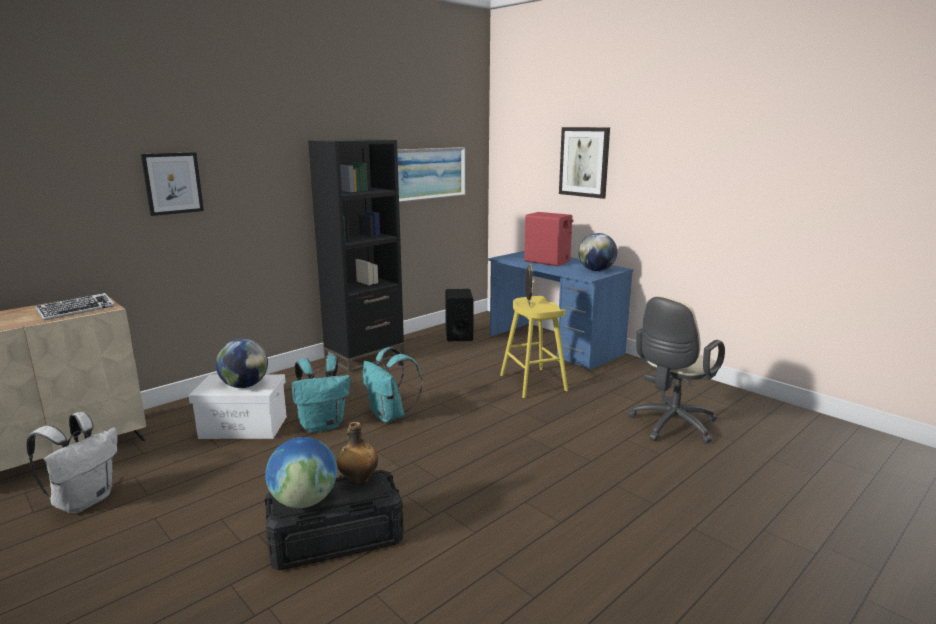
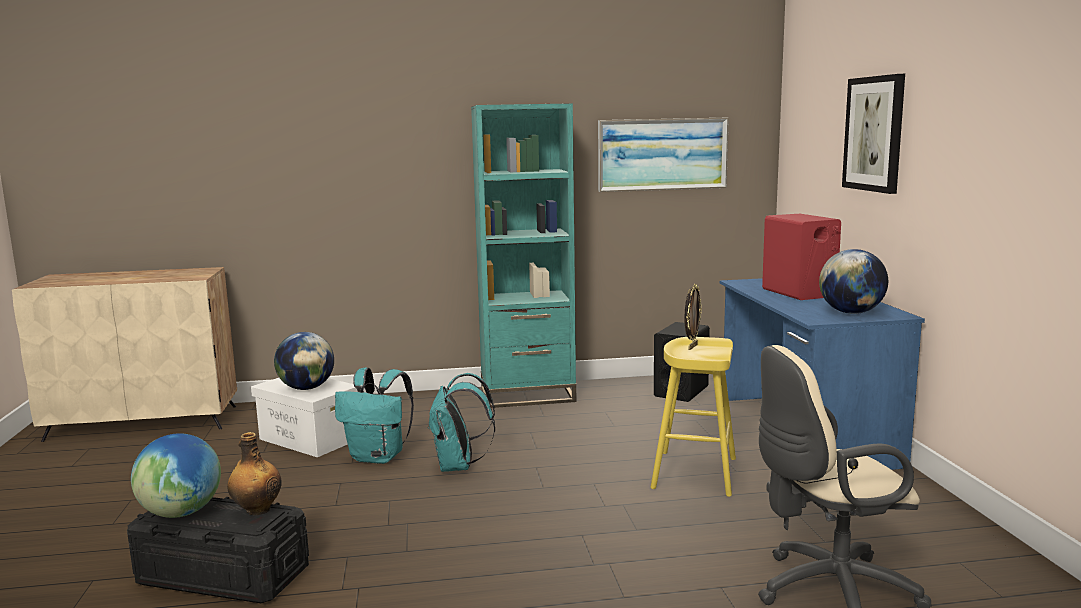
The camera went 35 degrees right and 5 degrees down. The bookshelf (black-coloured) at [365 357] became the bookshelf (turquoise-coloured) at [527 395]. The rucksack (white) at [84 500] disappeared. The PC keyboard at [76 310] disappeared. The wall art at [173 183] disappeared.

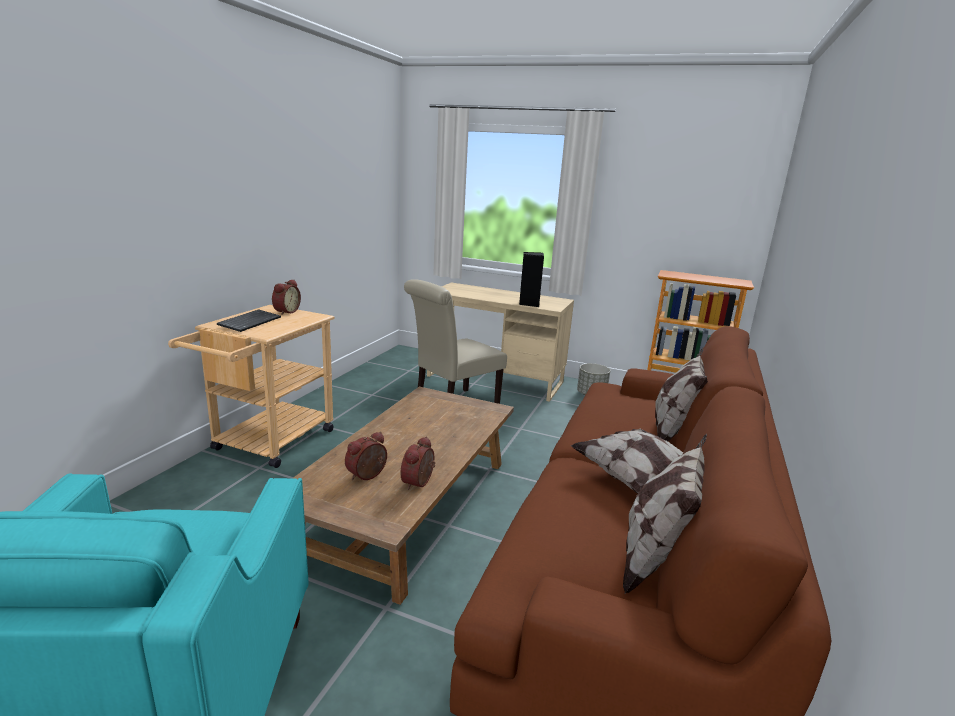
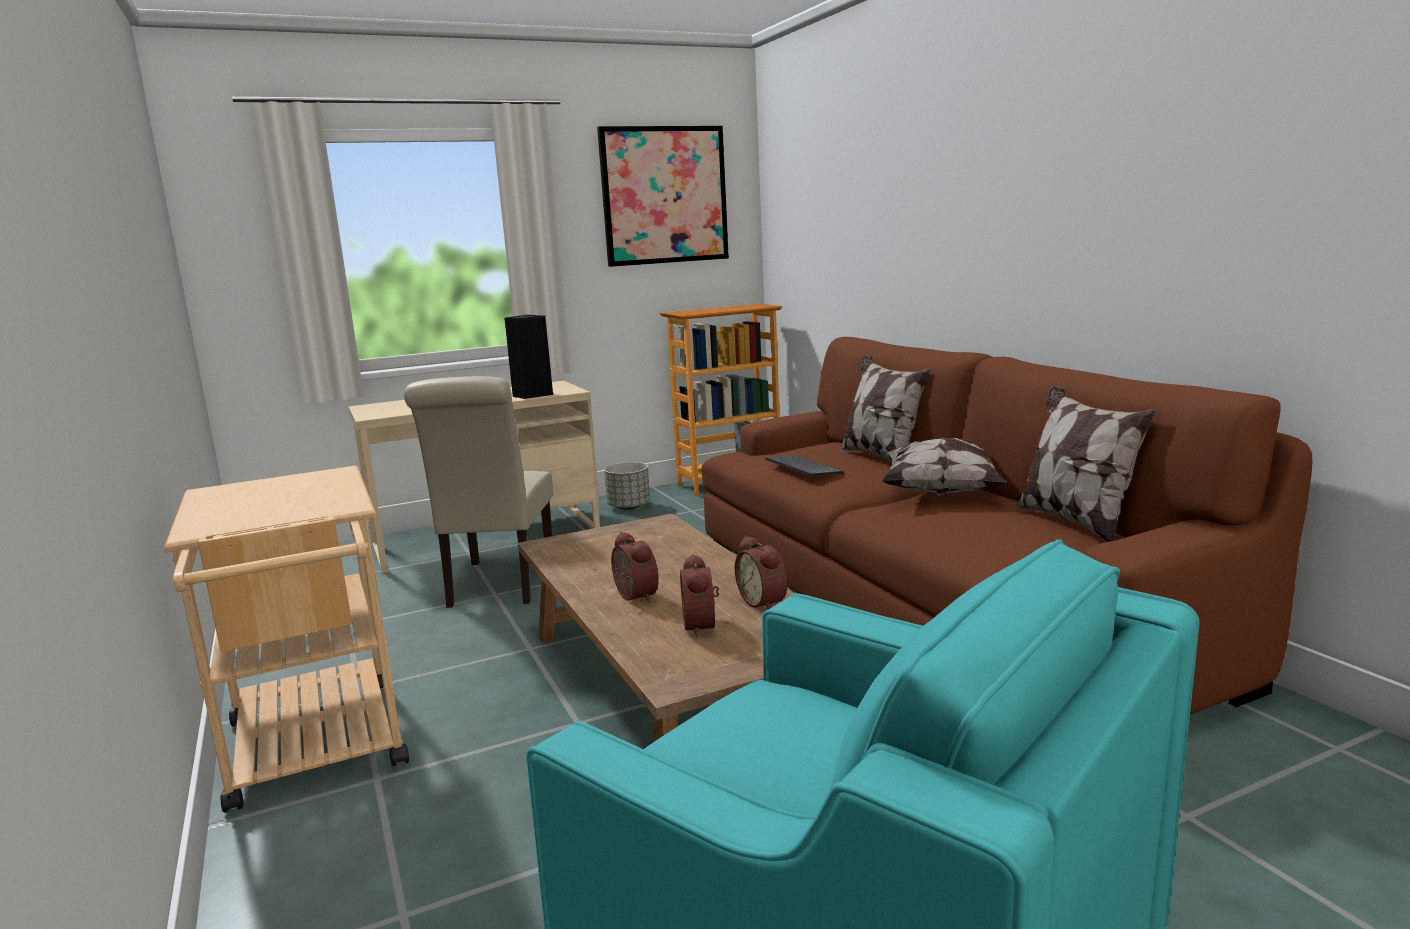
The camera went 45 degrees left and 5 degrees down. The wall art at [664 195] appeared. The bedside clock moved from [285 312] to [633 597]. The PC keyboard moved from [249 322] to [801 468].

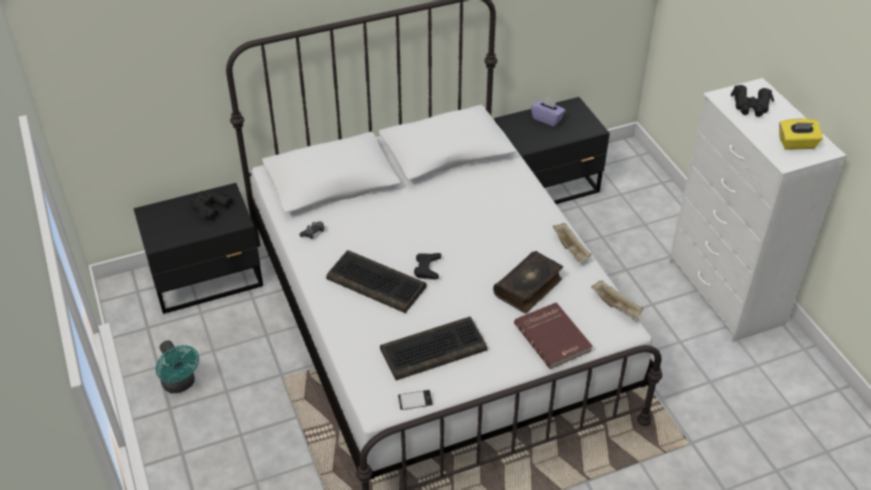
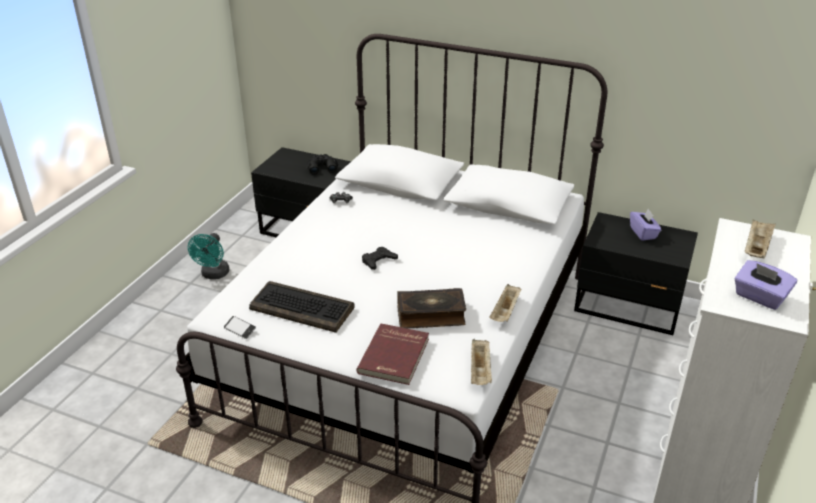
The camera went 45 degrees right and 10 degrees down. The box of tissues (yellowish) at [797 144] became the box of tissues (purple) at [759 297]. The field glasses (black-coloured) at [751 106] was replaced by the serving tray (beige-coloured) at [756 248]. The PC keyboard at [377 283] disappeared.

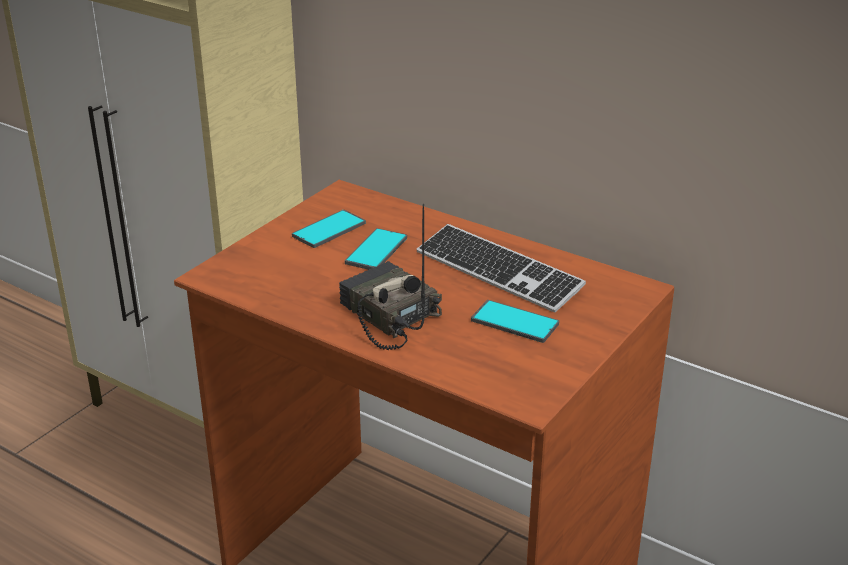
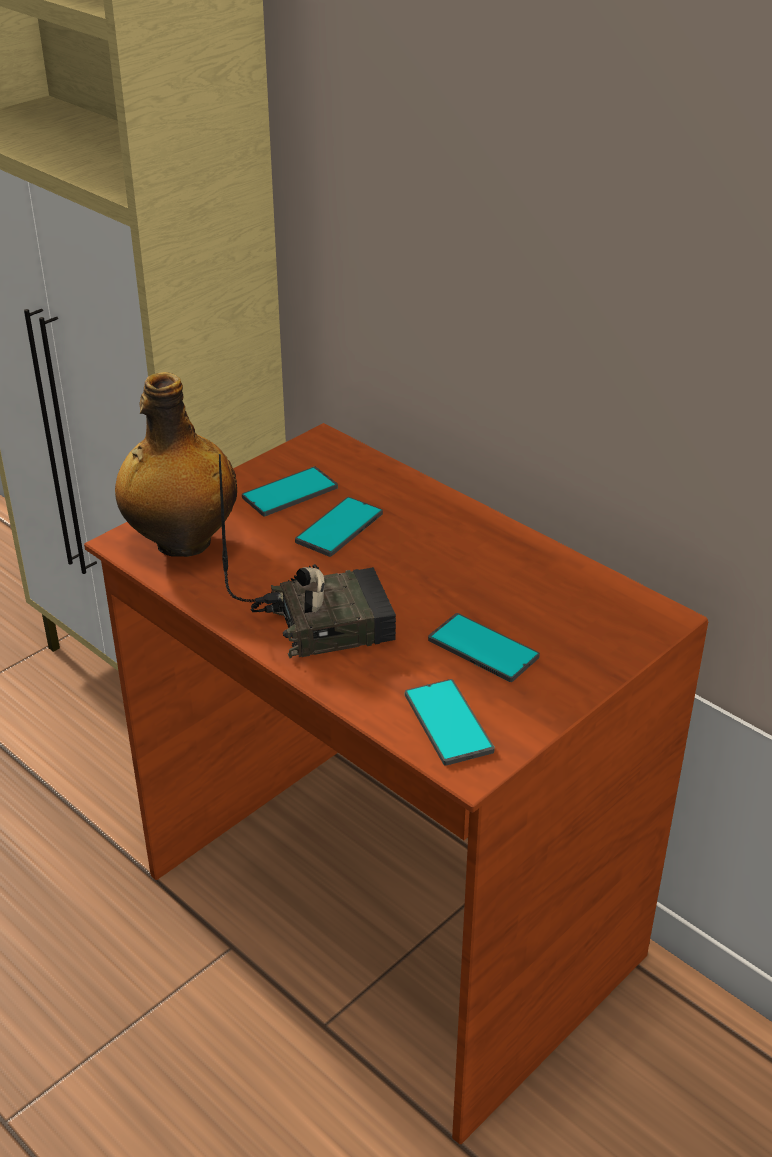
The camera went 10 degrees right and 5 degrees up. The drink bottle at [181 543] appeared. The radio receiver at [387 316] turned 105 degrees clockwise. The telephone at [448 723] appeared. The PC keyboard at [498 271] disappeared.

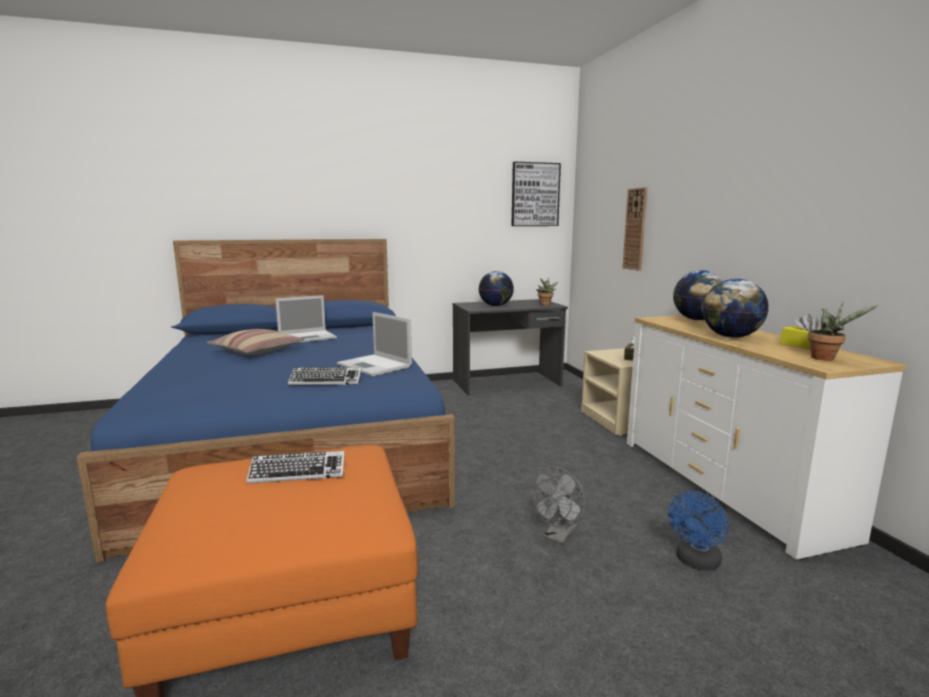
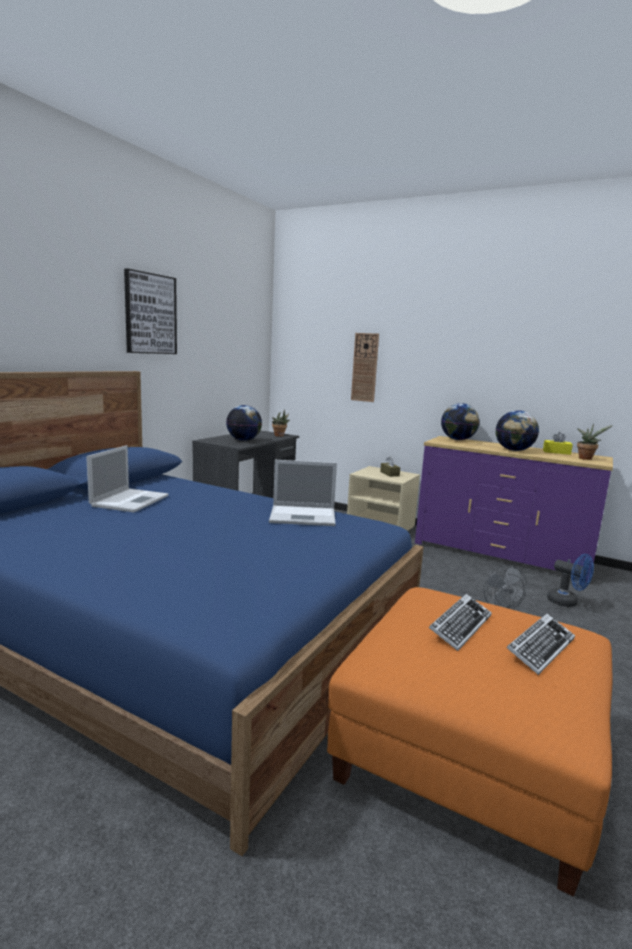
The camera went 45 degrees left and 0 degrees up. The wall art moved from [535 194] to [150 314]. The dresser (white) at [725 485] became the dresser (purple) at [500 553]. The PC keyboard moved from [326 381] to [540 648]. The electric fan (blue-coloured) at [696 562] turned 45 degrees counterclockwise. The cushion at [257 351] disappeared.

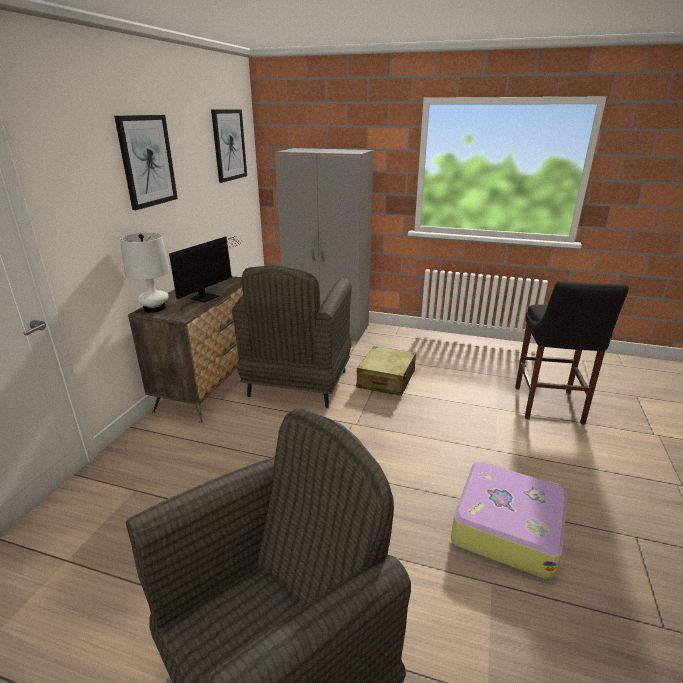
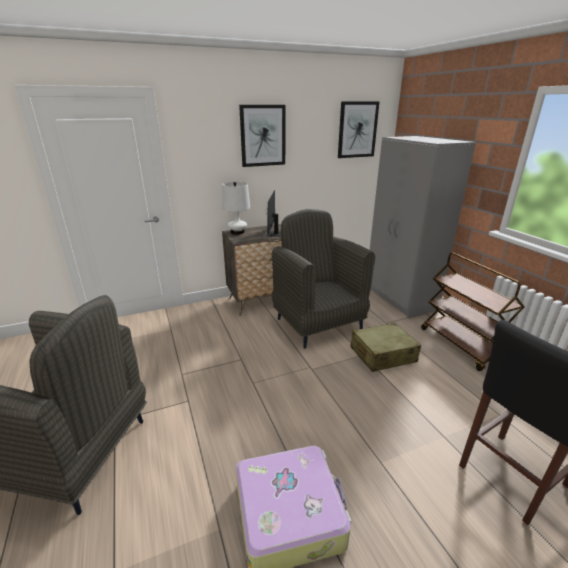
The camera went 50 degrees right and 0 degrees up. The monitor at [208 296] turned 105 degrees clockwise. The easy chair (gray) at [297 385] turned 90 degrees clockwise. The cart (brownish) at [461 345] appeared.

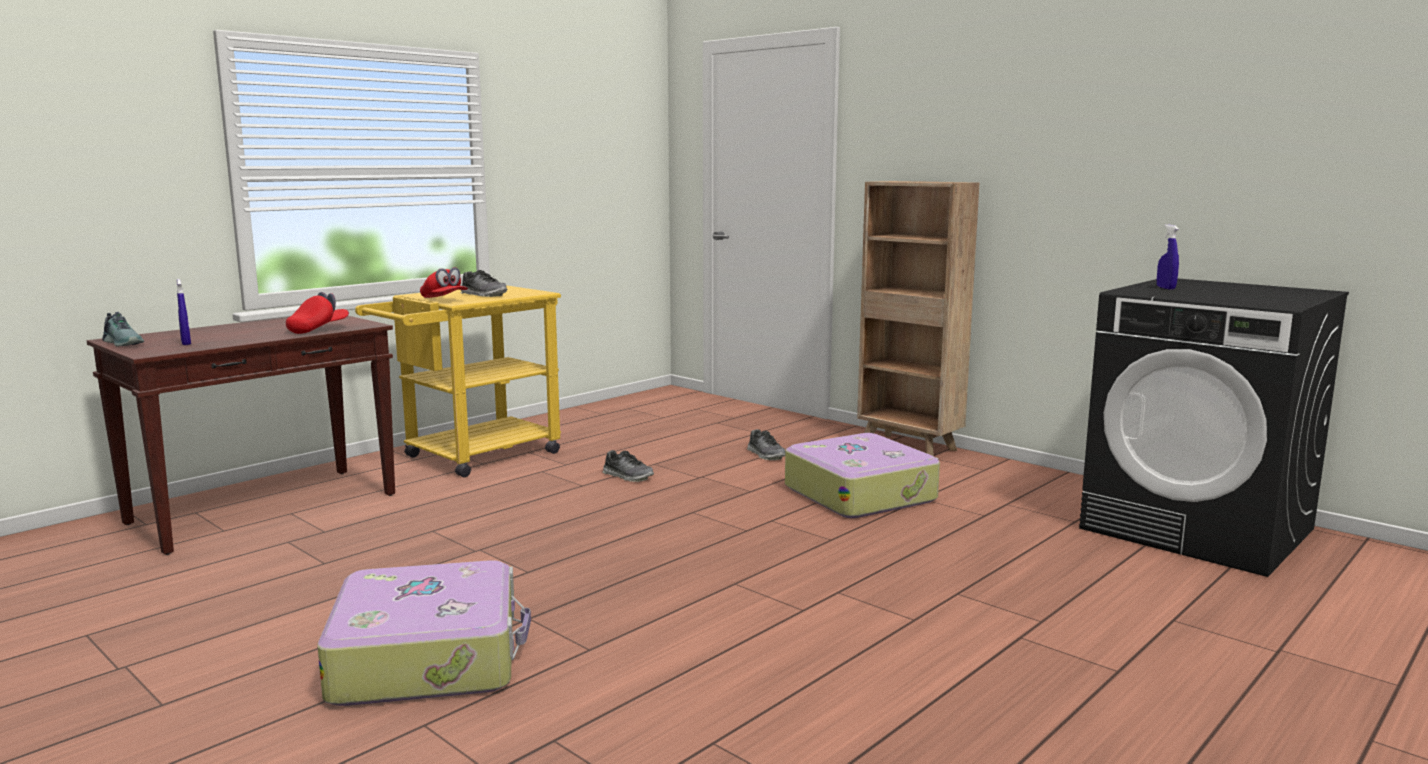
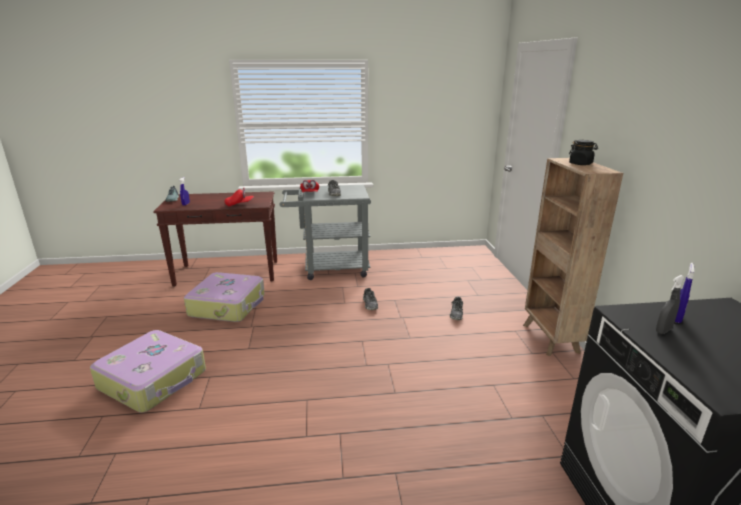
The camera went 40 degrees right and 10 degrees up. The piece of luggage moved from [860 493] to [228 305]. The cart (yellowish) at [471 457] became the cart (gray) at [329 268]. The preserve jar (black-coloured) at [581 164] appeared. The sprayer (gray) at [663 330] appeared.

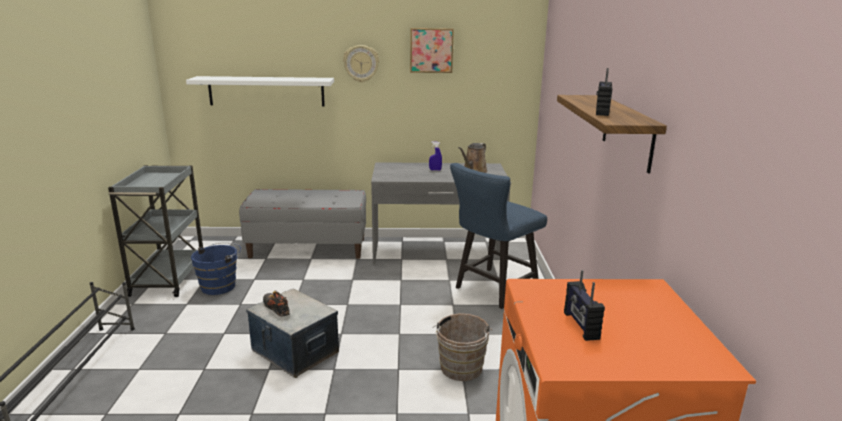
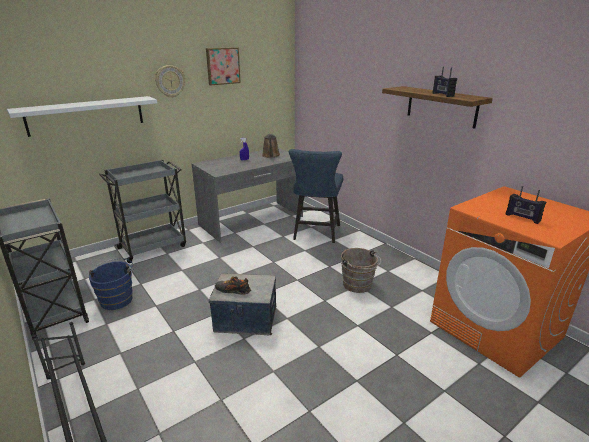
The camera went 35 degrees left and 5 degrees up. The long seat (gray) at [308 248] was replaced by the cart (gray) at [153 246].

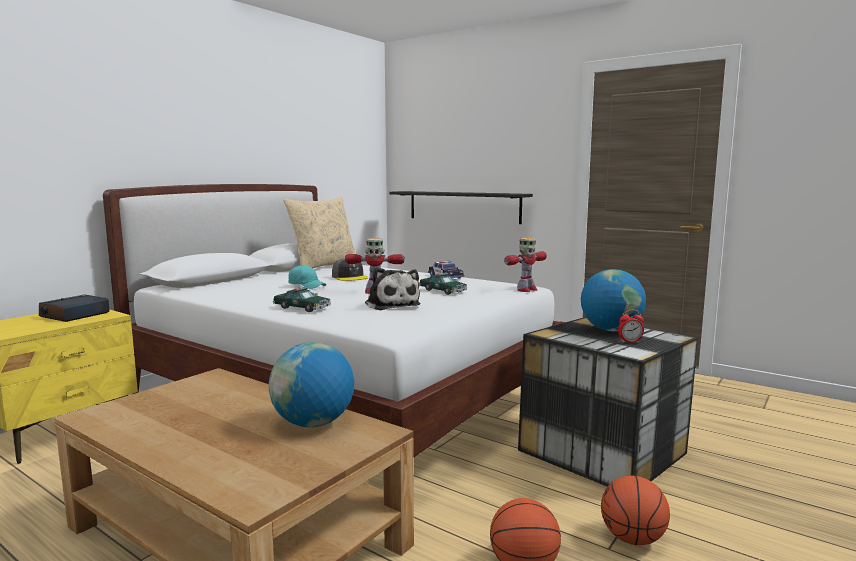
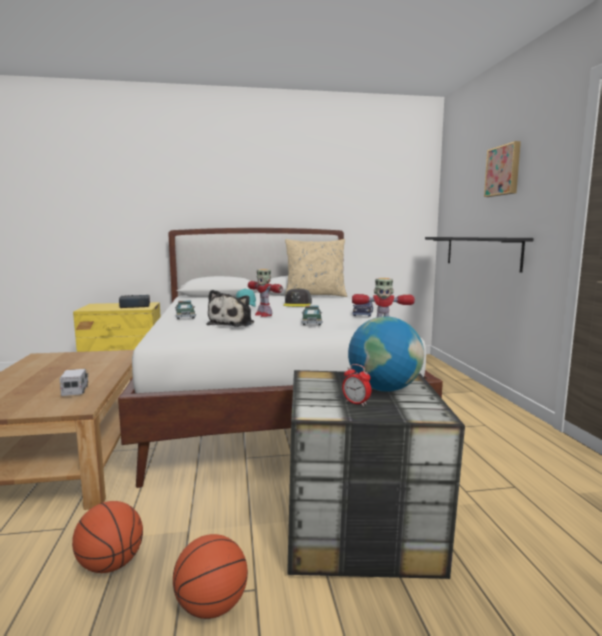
The camera went 45 degrees right and 0 degrees up. The world globe at [313 423] was replaced by the toy lorry at [75 390]. The wall art at [503 170] appeared.

